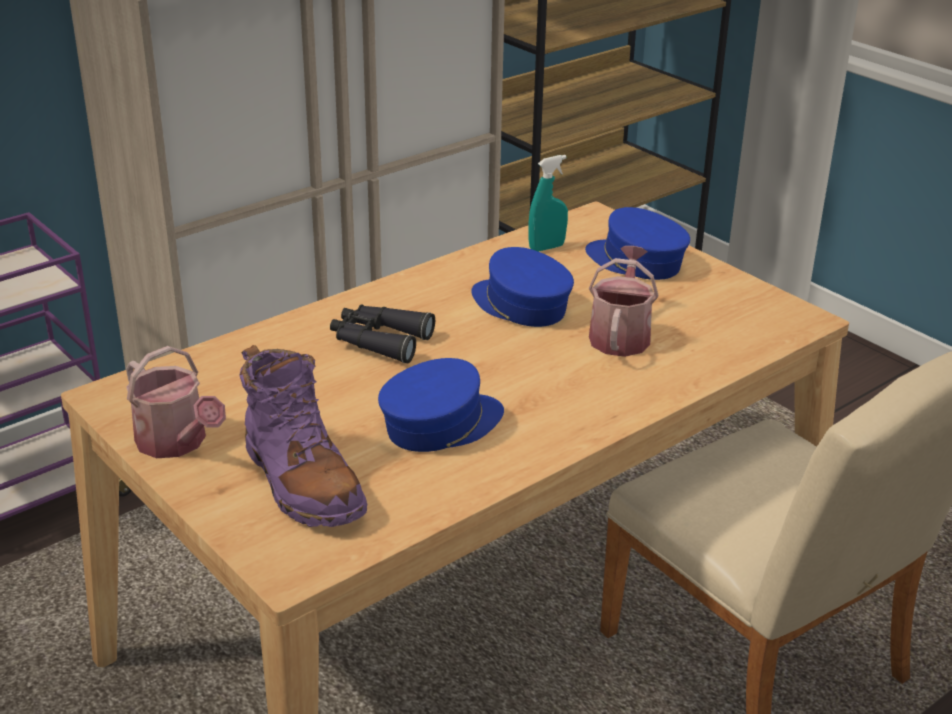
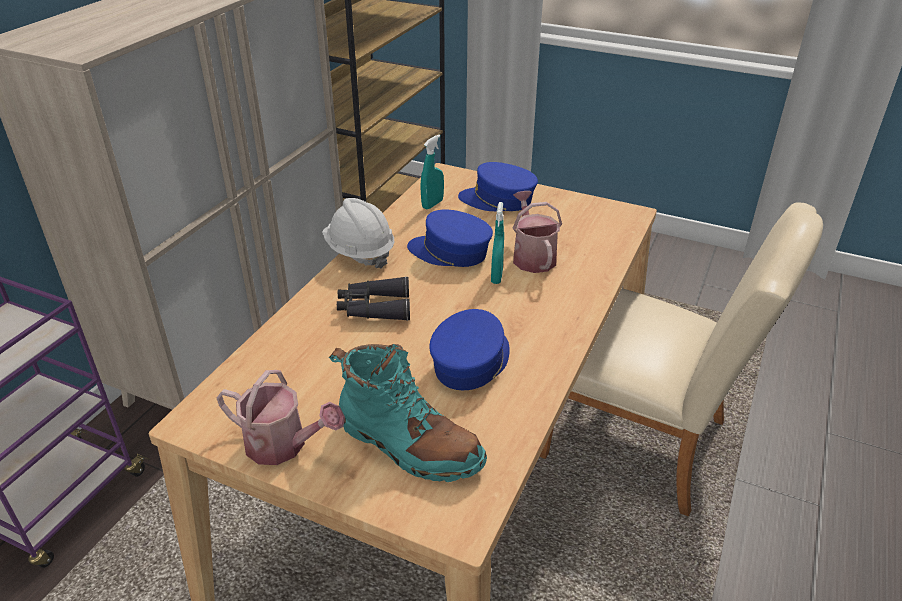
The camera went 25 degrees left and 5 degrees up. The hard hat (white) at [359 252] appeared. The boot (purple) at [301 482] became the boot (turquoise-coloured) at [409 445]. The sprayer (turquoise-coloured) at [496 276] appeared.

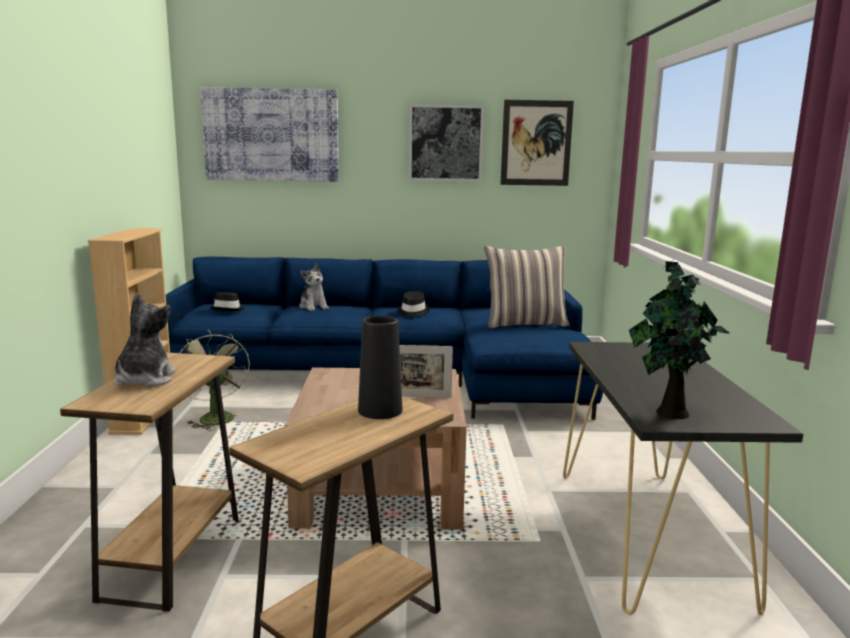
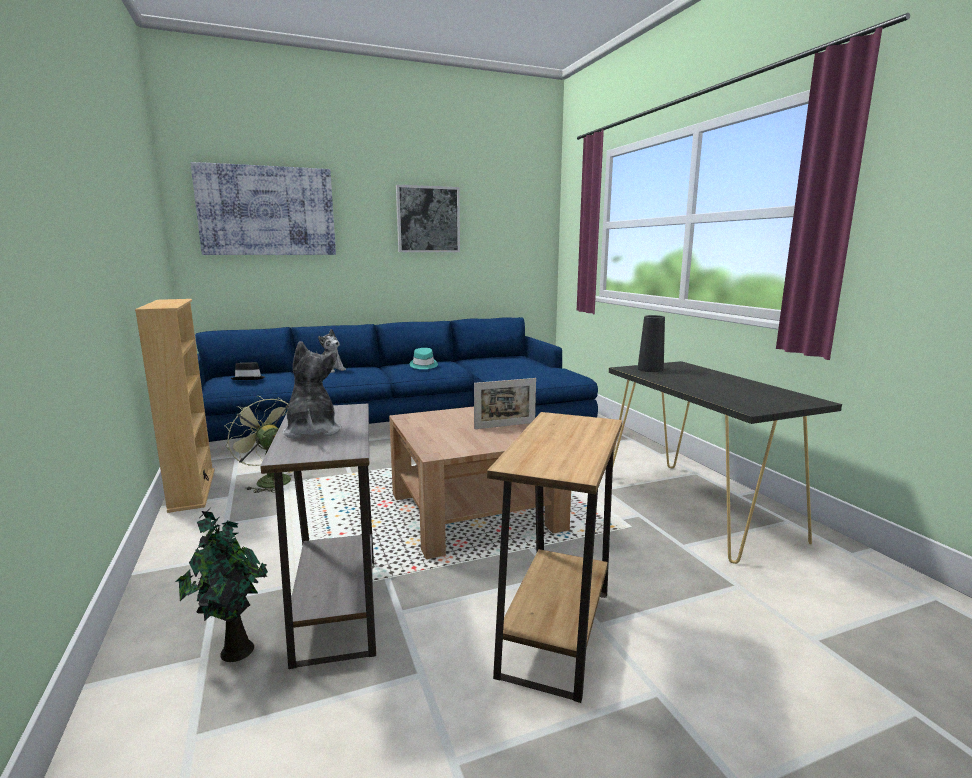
The camera went 20 degrees left and 0 degrees up. The plant in a pot moved from [669 412] to [234 650]. The accent table (brownish) at [172 558] became the accent table (gray) at [337 609]. The wearable hat (black-coloured) at [412 312] became the wearable hat (turquoise-coloured) at [423 365]. The vase (black-coloured) moved from [380 410] to [650 369]. The cushion at [525 324] disappeared. The wall art at [536 143] disappeared.

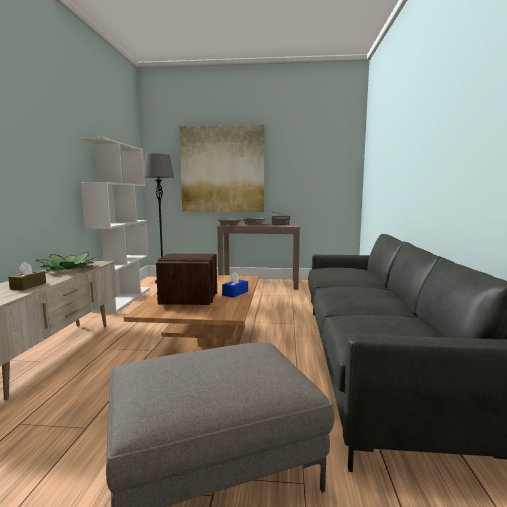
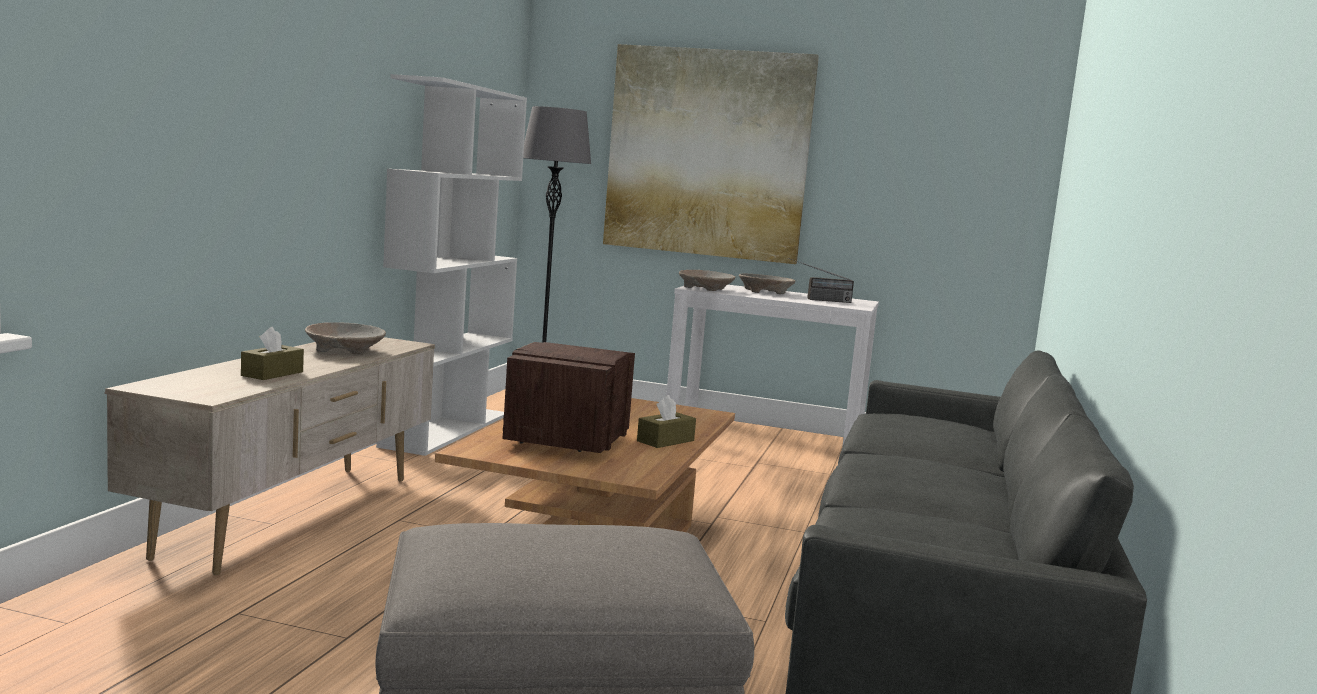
The camera went 10 degrees right and 0 degrees up. The plant in a pot at [69 269] was replaced by the deep dish (beige-coloured) at [345 350]. The box of tissues (blue-coloured) at [235 293] became the box of tissues (brownish) at [665 441]. The narrow table (brownish) at [259 283] became the narrow table (white) at [764 437].

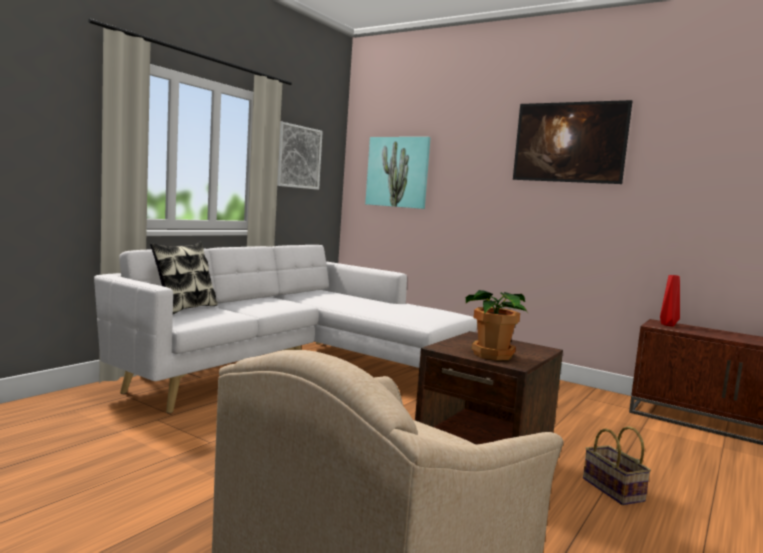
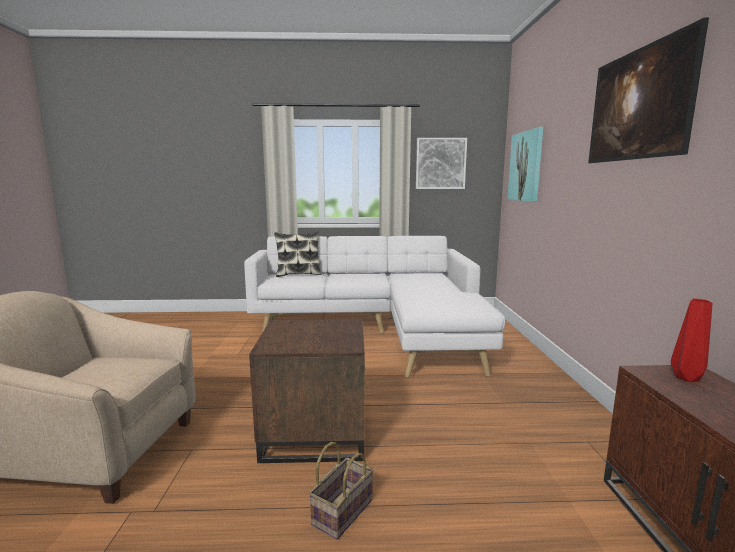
The camera went 55 degrees right and 5 degrees up. The plant in a pot at [492 354] disappeared.

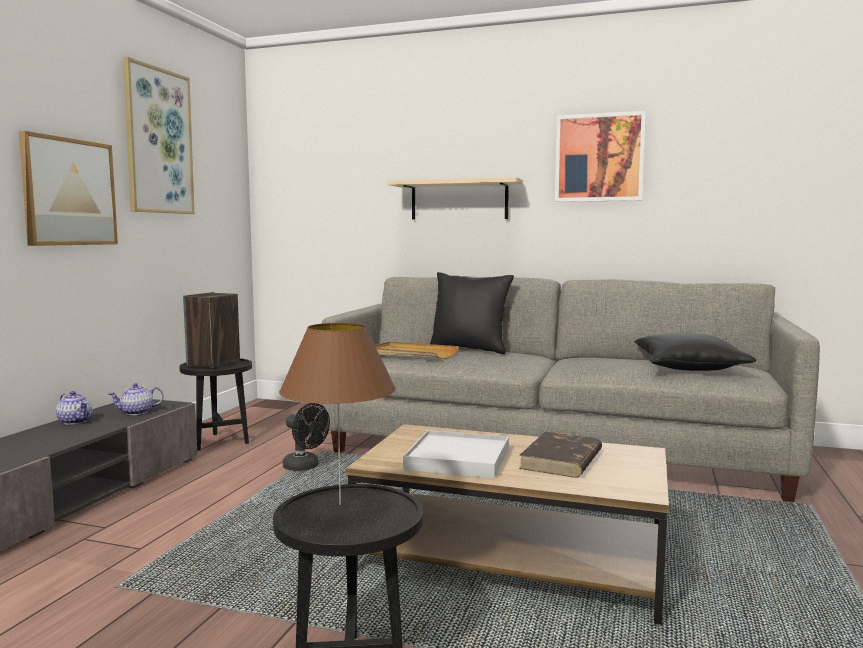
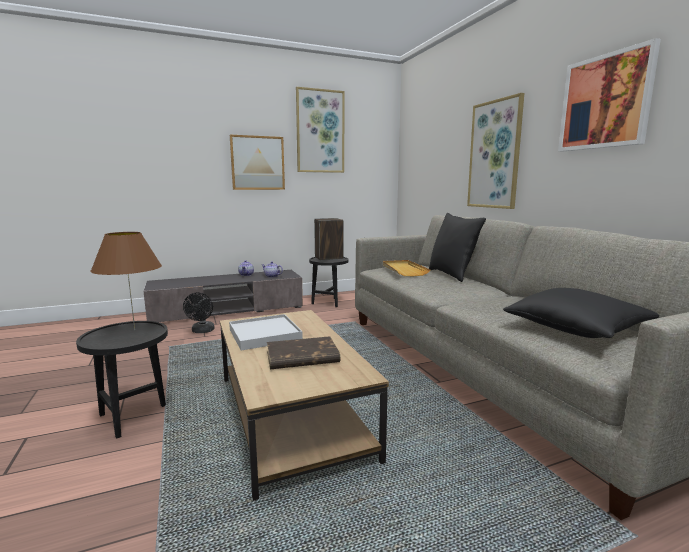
The camera went 50 degrees right and 5 degrees up. The electric fan (black-coloured) moved from [305 467] to [202 331]. The shelf (beige-coloured) at [459 200] was replaced by the wall art at [495 155].

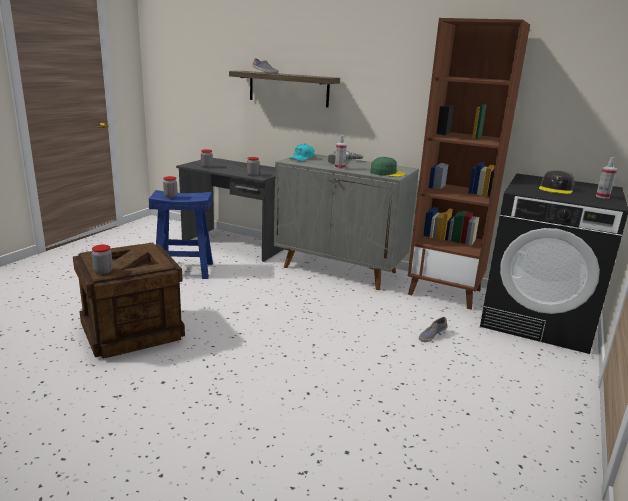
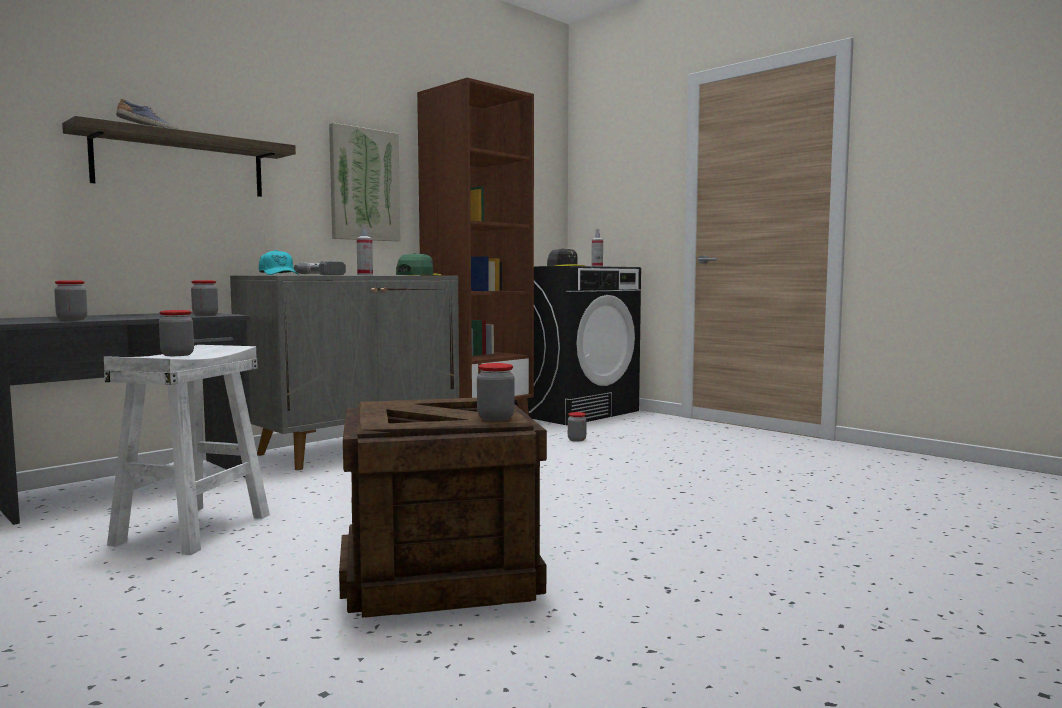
The camera went 70 degrees left and 15 degrees down. The sitting stool (blue-coloured) at [184 270] became the sitting stool (white) at [193 529]. The wall art at [364 185] appeared. The shoe at [432 335] was replaced by the preserve jar at [576 440].

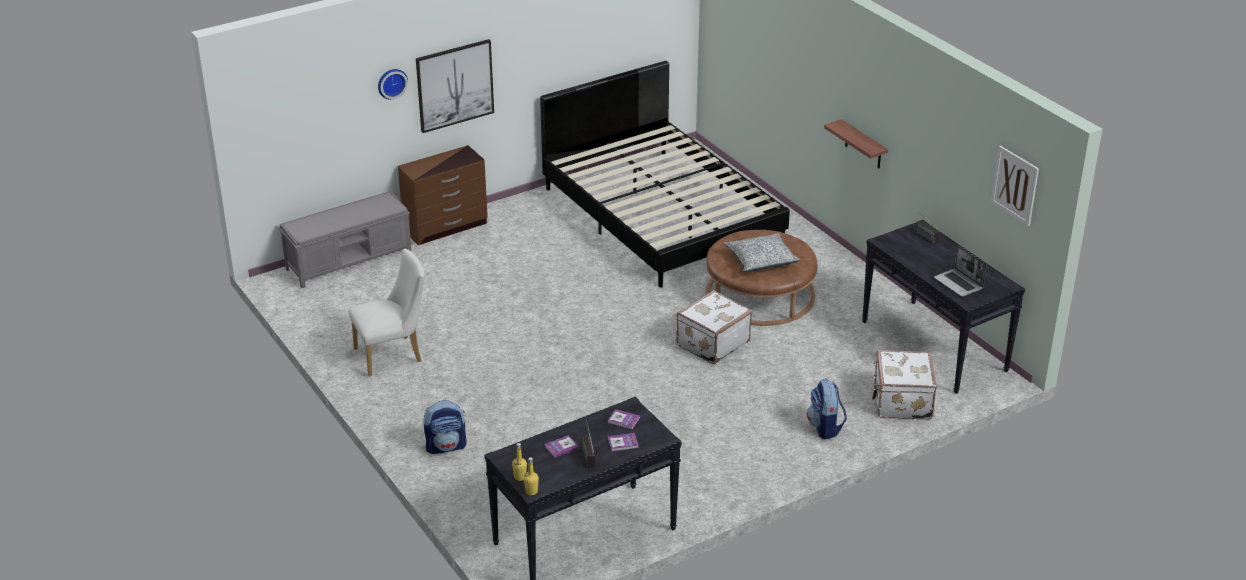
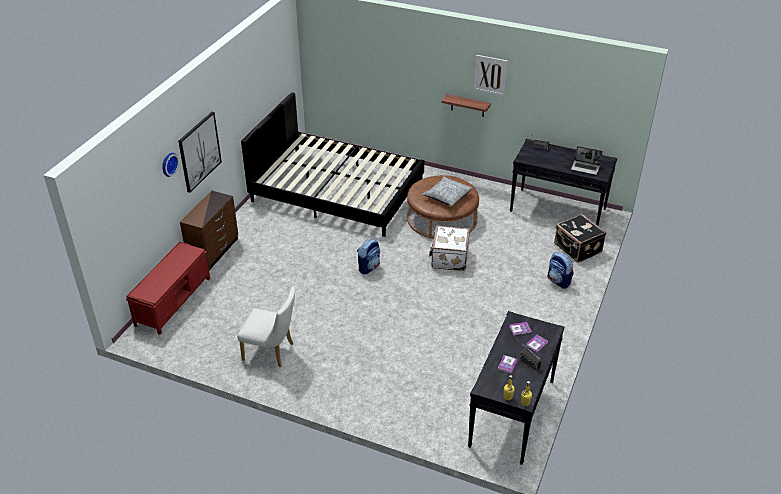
The camera went 35 degrees left and 5 degrees up. The long seat (gray) at [350 261] became the long seat (red) at [173 301]. The plain chair (white) at [393 354] turned 75 degrees clockwise. The rucksack moved from [446 446] to [369 267]. The wall art moved from [1015 185] to [490 75]. The piece of luggage (white) at [901 401] became the piece of luggage (black-coloured) at [577 249].

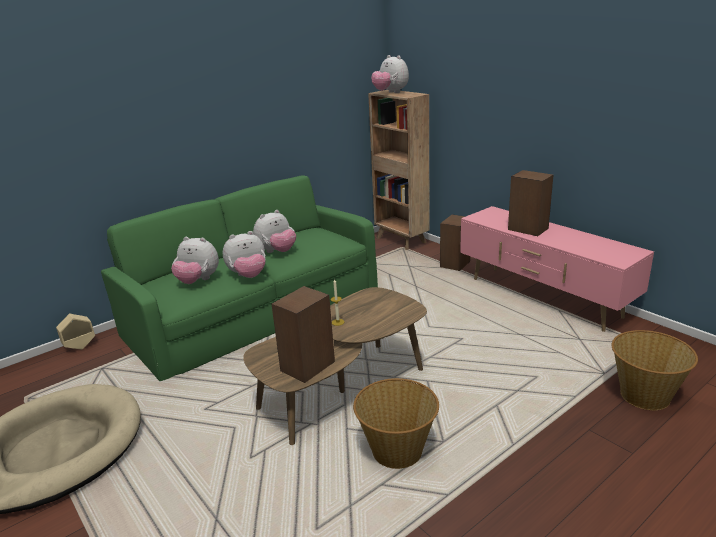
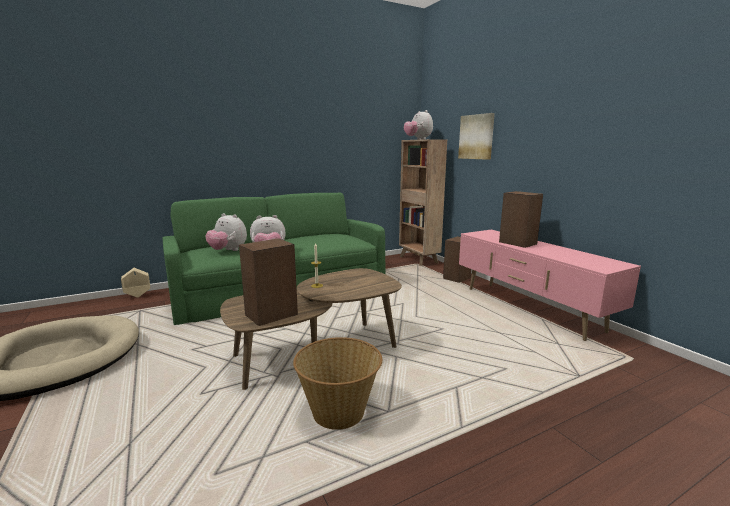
The camera went 10 degrees right and 10 degrees down. The wall art at [476 137] appeared. The cuddly toy at [277 252] disappeared. The household basket at [645 395] disappeared.

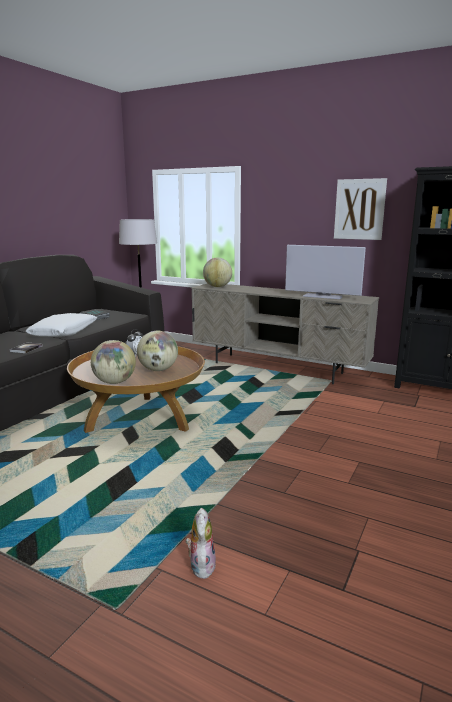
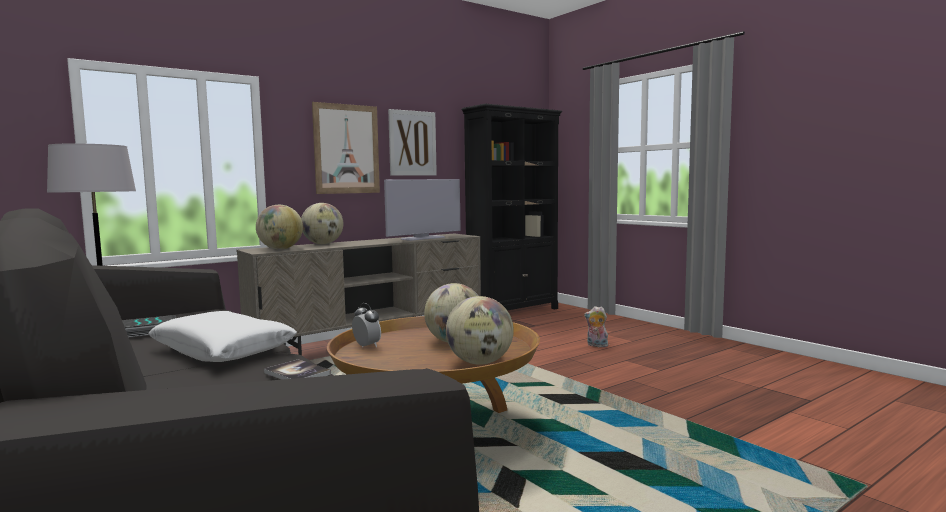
The camera went 65 degrees left and 10 degrees down. The world globe at [323 244] appeared. The wall art at [346 149] appeared. The cuddly toy moved from [201 565] to [596 345].

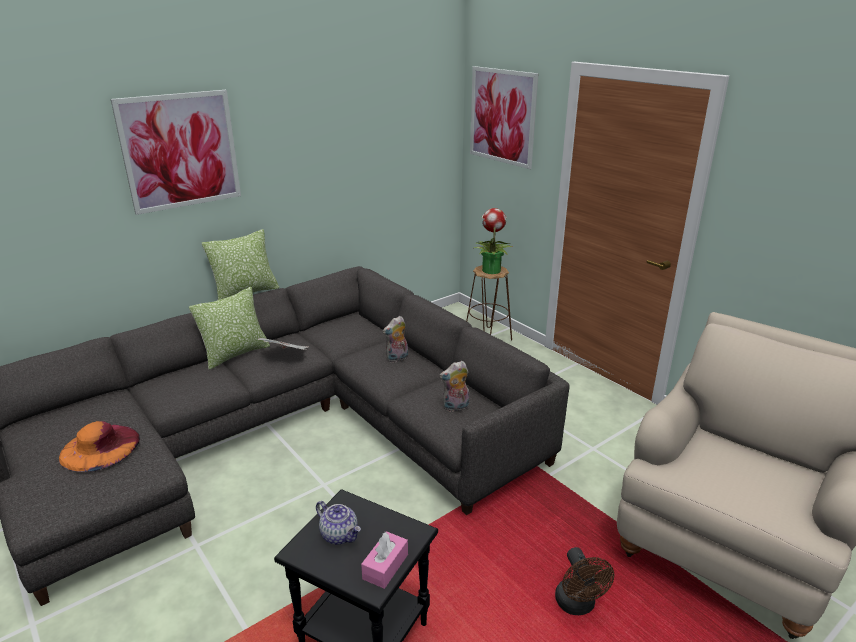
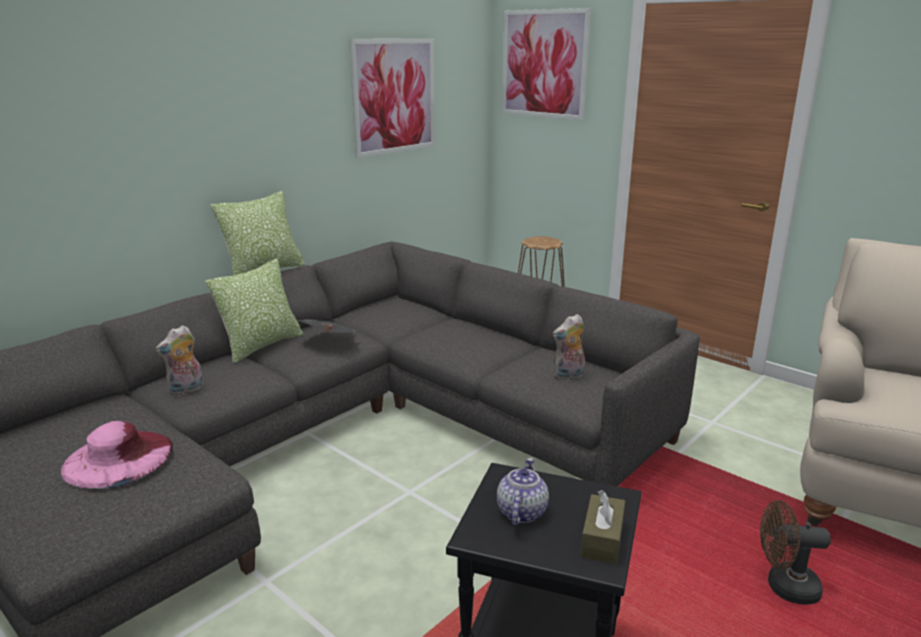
The camera went 10 degrees left and 5 degrees down. The wearable hat (orange-coloured) at [100 447] became the wearable hat (pinkish) at [118 458]. The cuddly toy moved from [397 359] to [186 390]. The wall art moved from [180 151] to [394 96]. The teapot at [340 535] turned 105 degrees counterclockwise. The box of tissues (pinkish) at [385 566] became the box of tissues (brownish) at [602 539]. The electric fan (brownish) at [577 605] turned 120 degrees clockwise. The plant in a pot at [491 270] disappeared.

